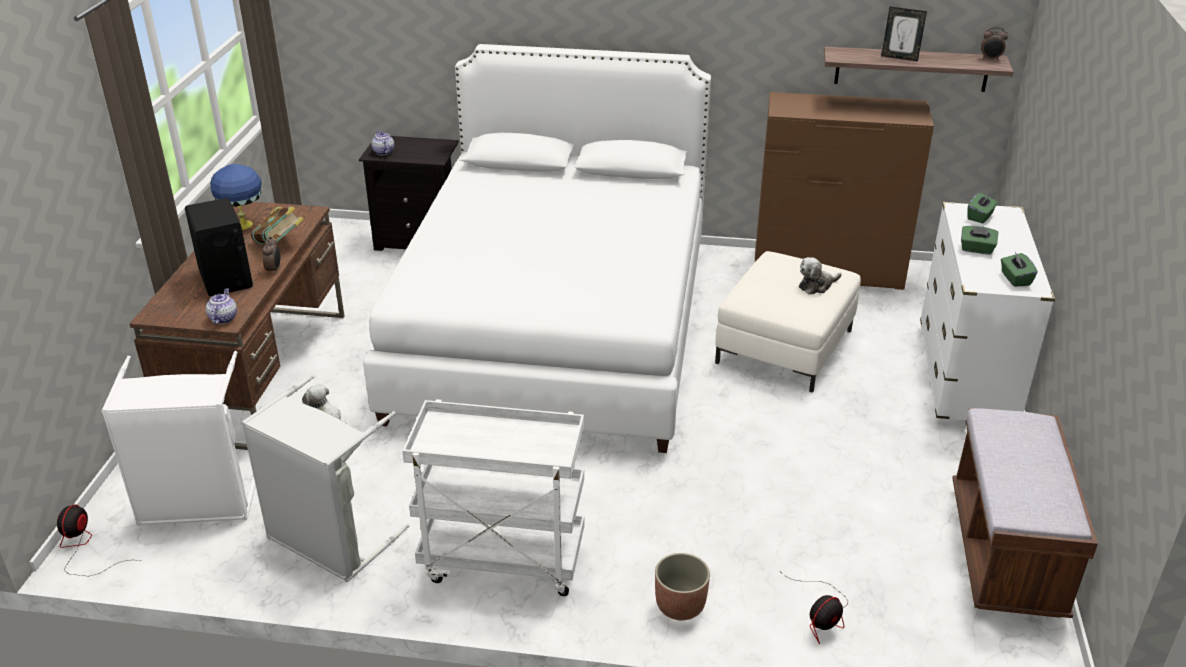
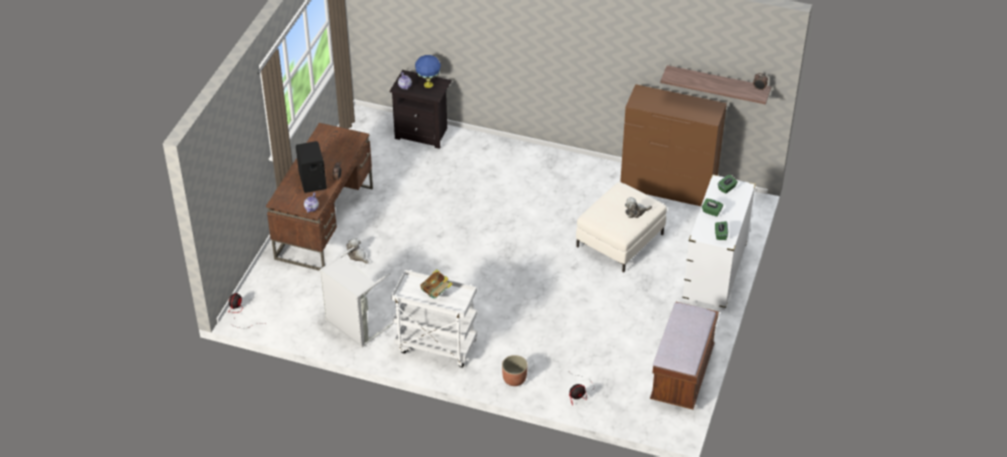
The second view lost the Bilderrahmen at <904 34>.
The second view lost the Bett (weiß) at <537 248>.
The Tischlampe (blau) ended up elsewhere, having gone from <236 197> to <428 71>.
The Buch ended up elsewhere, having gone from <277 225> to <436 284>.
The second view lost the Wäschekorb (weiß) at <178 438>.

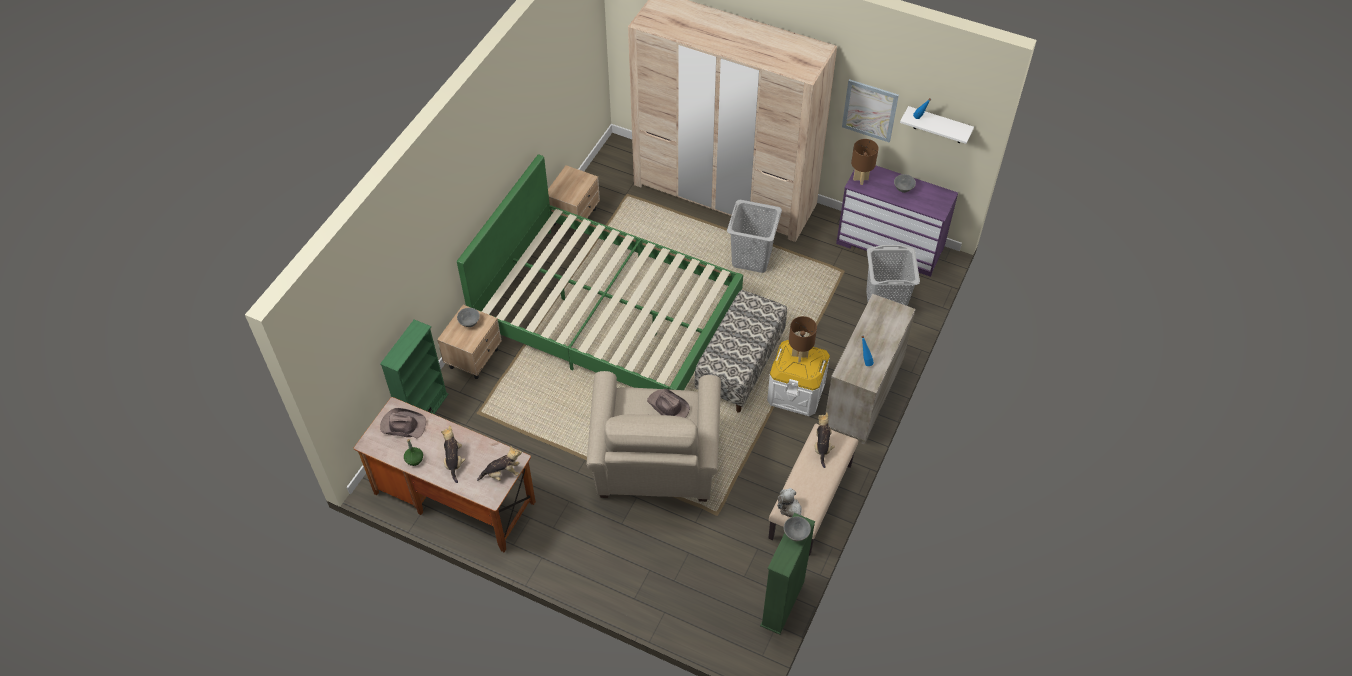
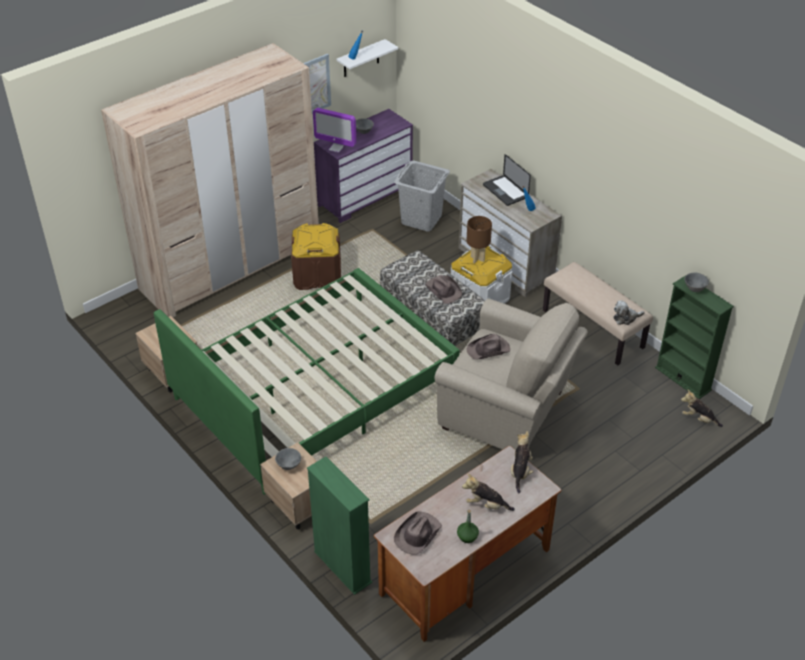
Where the Tischlampe (braun) stood at <865 162>, the Monitor came to stand at <334 130>.
Where the Wäschekorb (grau) stood at <754 236>, the Aufbewahrungsbox (braun) came to stand at <316 256>.
The Plüschtier ended up elsewhere, having gone from <825 440> to <702 408>.
The second view gained the Laptop at <507 180>.
The second view gained the Hut (braun) at <443 289>.

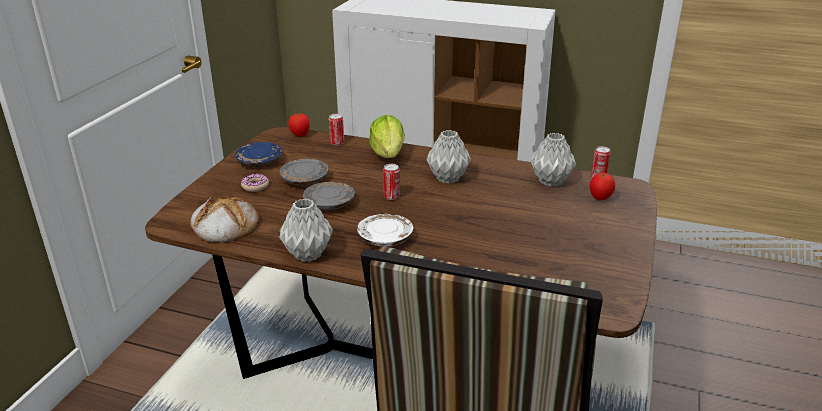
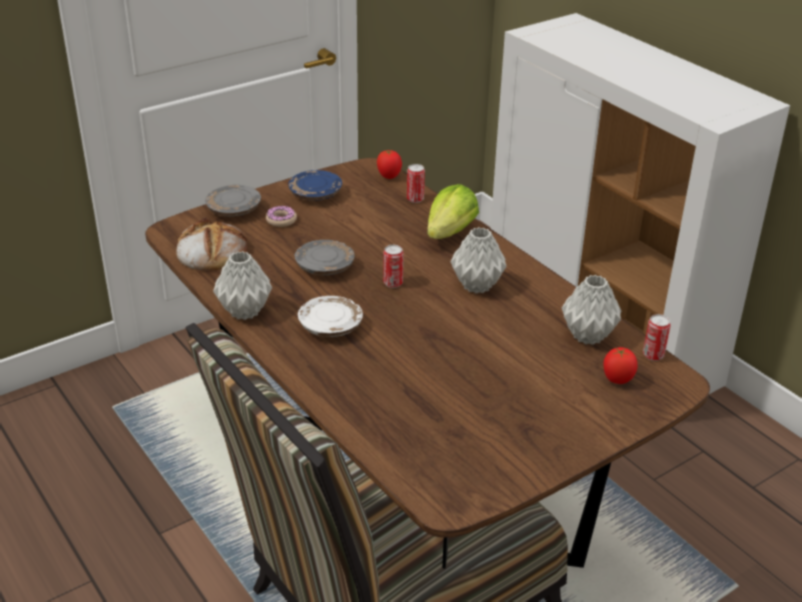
The Teller (grau) ended up elsewhere, having gone from <304 172> to <233 201>.

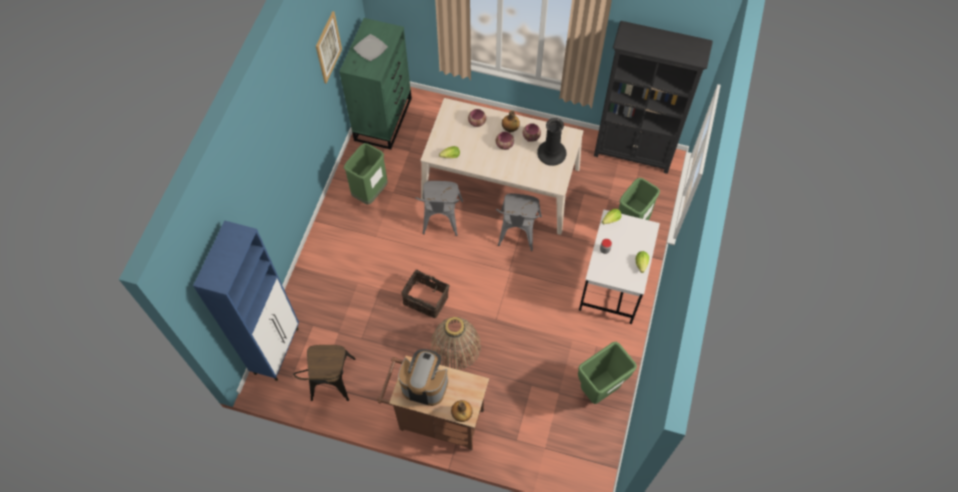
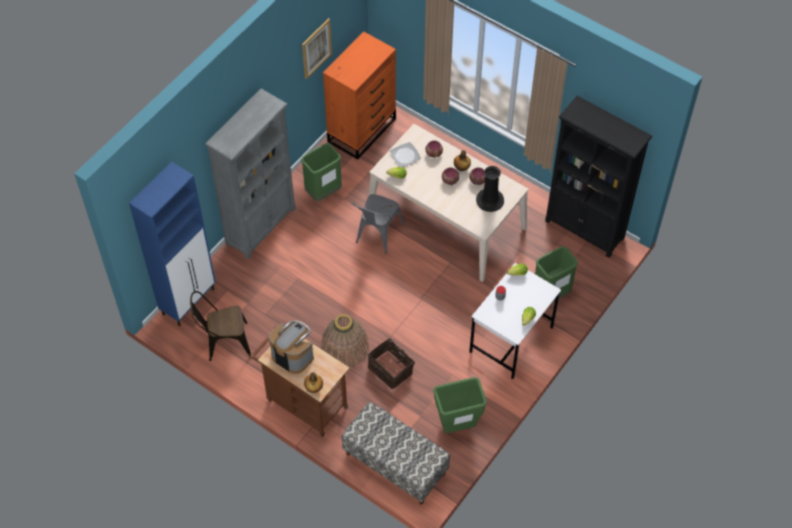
What was the Kommode (grün) at <375 84> turned into the Kommode (orange) at <359 96>.
The Teller ended up elsewhere, having gone from <370 47> to <405 154>.
The second view lost the Stuhl (grau) at <519 222>.
The Korb ended up elsewhere, having gone from <425 293> to <391 362>.
The Stuhl (braun) at <324 373> ended up facing another way, 60 degrees clockwise from before.
The second view gained the Bücherregal (grau) at <250 174>.
The second view gained the Bank at <396 453>.

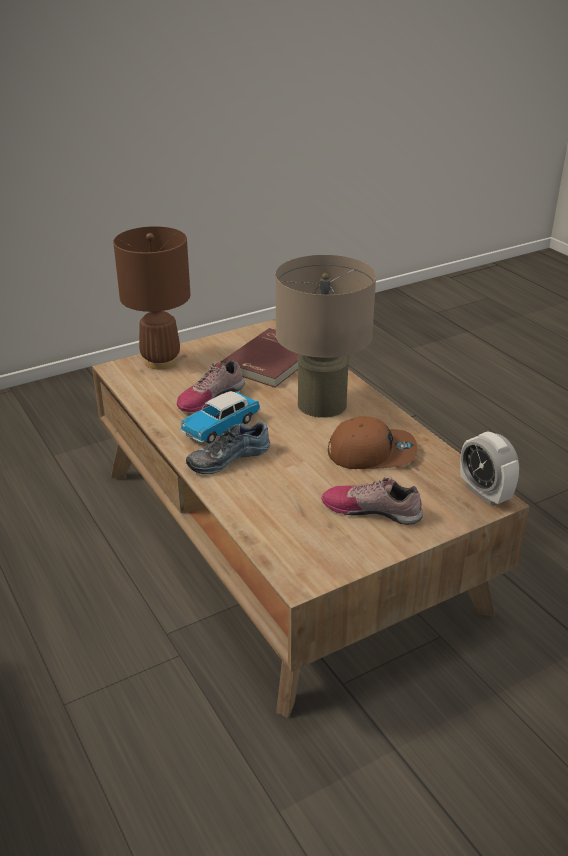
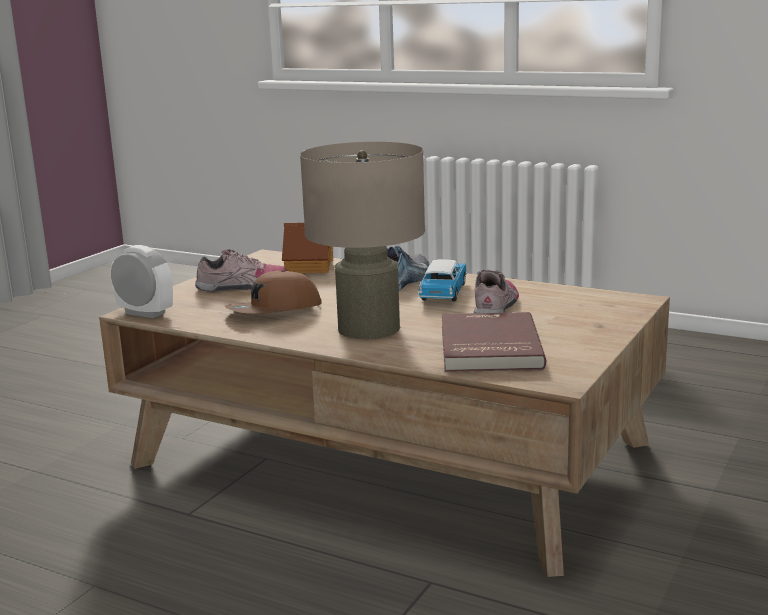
The second view lost the Tischlampe (braun) at <151 297>.
The second view gained the Spielzeughaus at <307 248>.

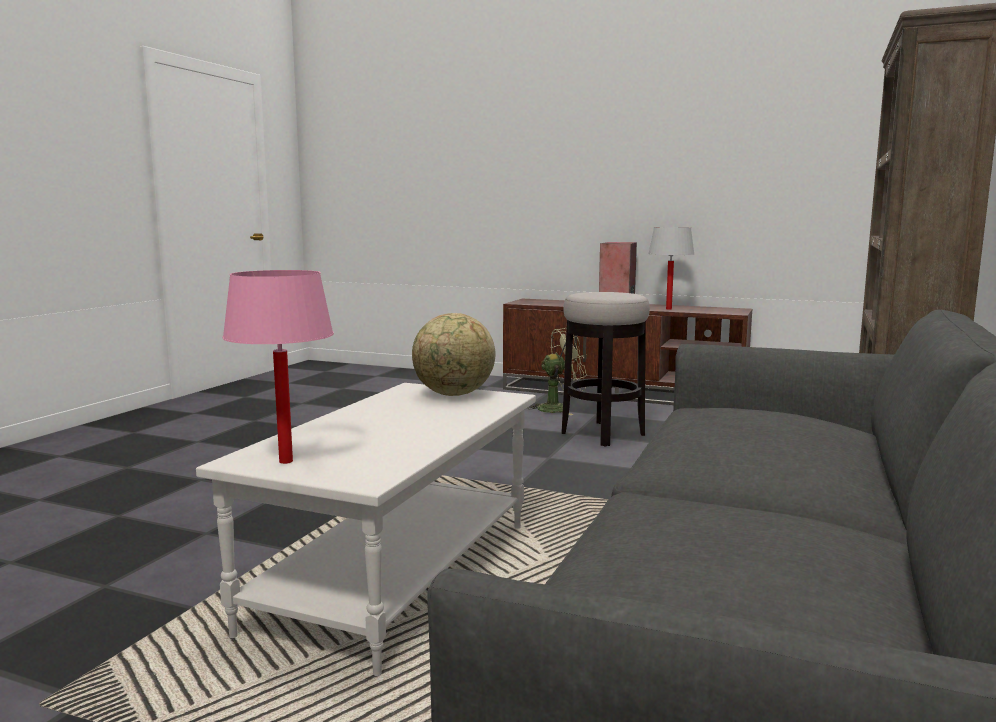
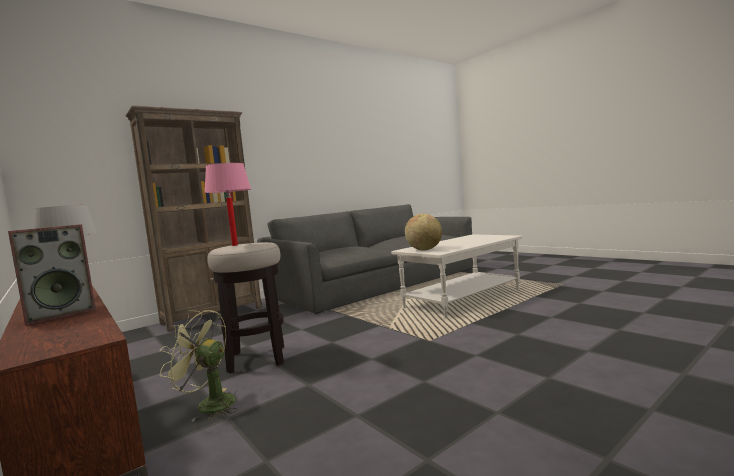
The Tischlampe (rosa) ended up elsewhere, having gone from <278 367> to <227 204>.

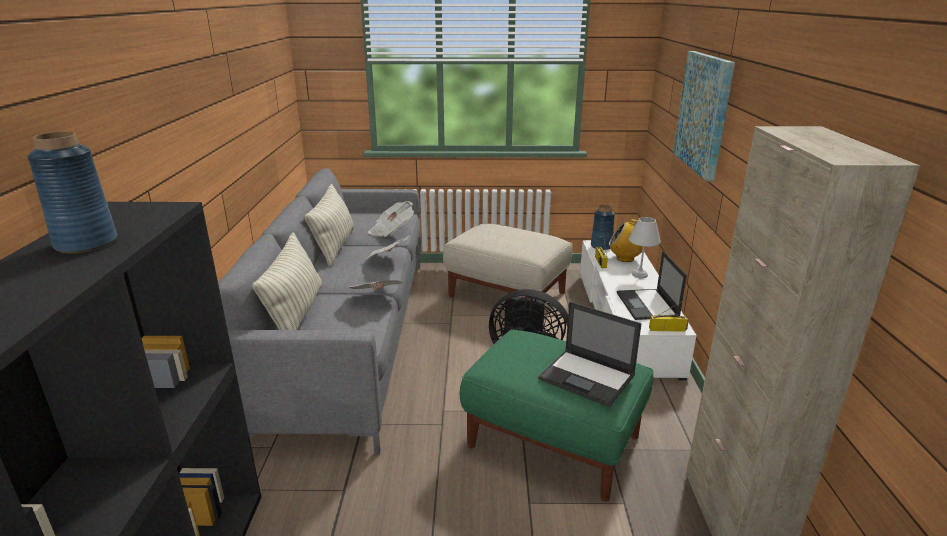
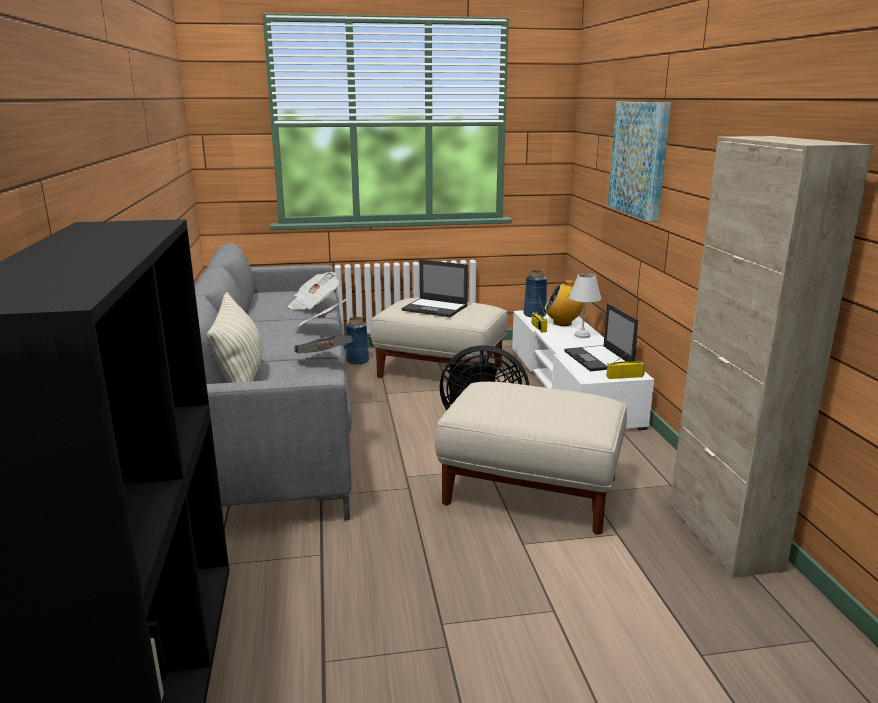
The Vase (blau) ended up elsewhere, having gone from <72 192> to <357 341>.
The second view lost the Kissen at <329 225>.
The Laptop ended up elsewhere, having gone from <590 354> to <434 288>.
What was the Polsterhocker (grün) at <557 415> turned into the Polsterhocker (beige) at <531 458>.

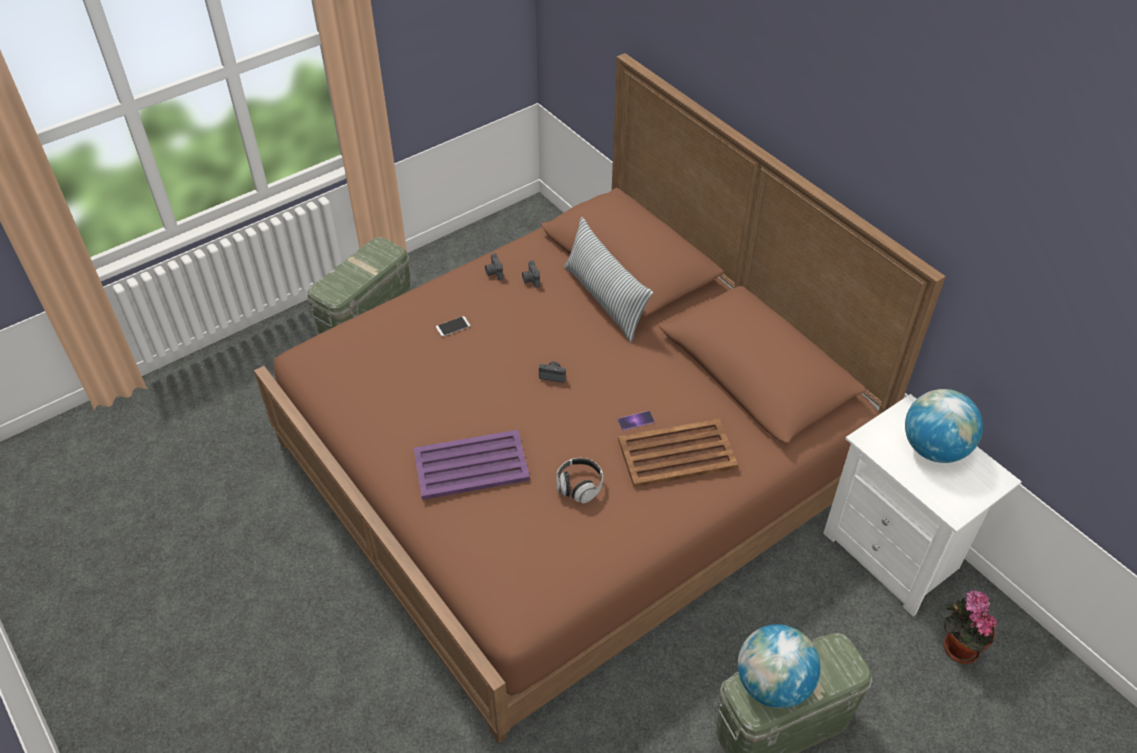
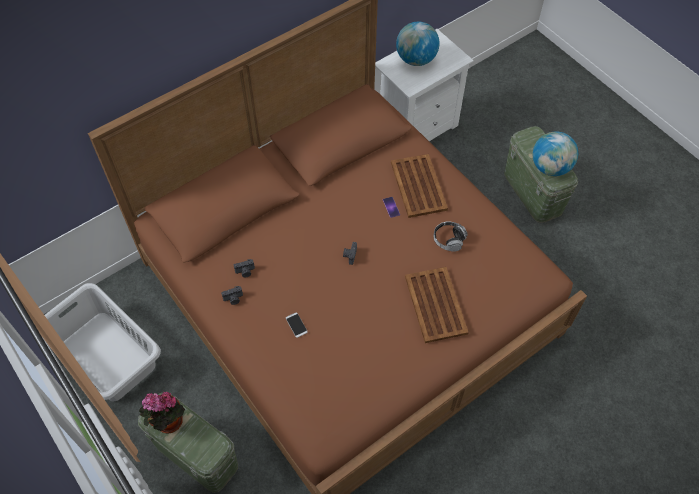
The second view lost the Kissen at <608 280>.
What was the Tablett (lila) at <471 465> turned into the Tablett (braun) at <437 305>.
The Topfpflanze ended up elsewhere, having gone from <970 627> to <162 413>.
The second view gained the Wäschekorb (grau) at <101 342>.

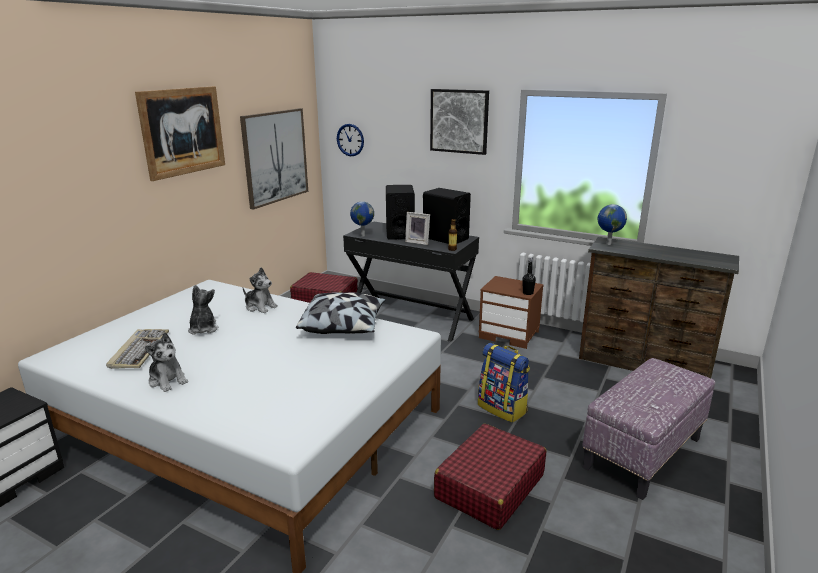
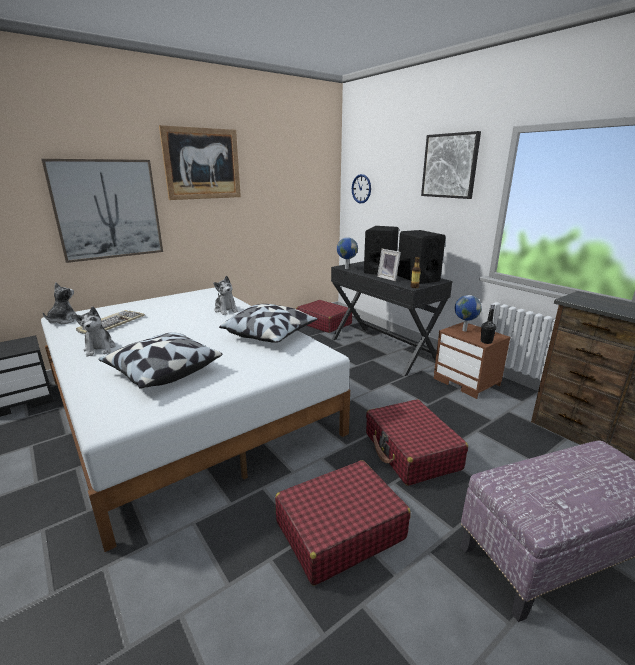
The Bild ended up elsewhere, having gone from <274 159> to <102 211>.
The Globus ended up elsewhere, having gone from <612 224> to <468 313>.
The Plüschtier ended up elsewhere, having gone from <203 310> to <60 303>.
Where the Rucksack stood at <504 383>, the Koffer (rot) came to stand at <417 442>.
The second view gained the Kissen at <160 360>.

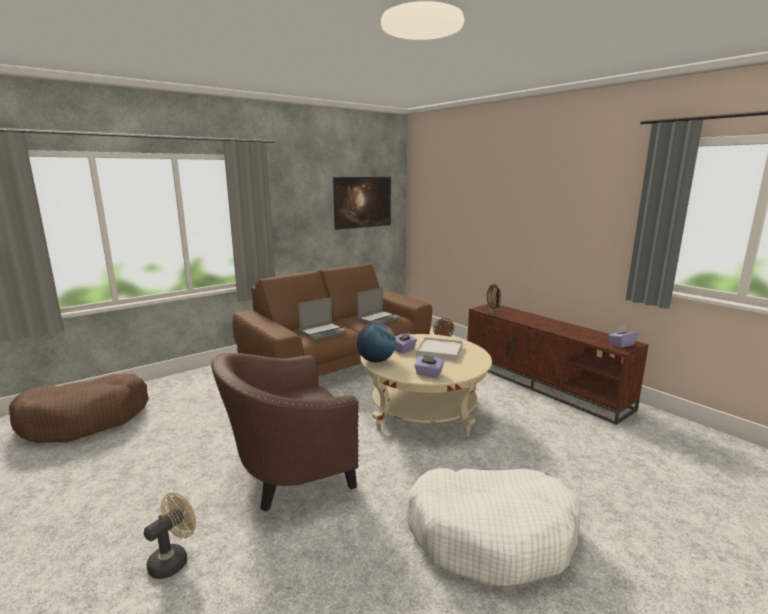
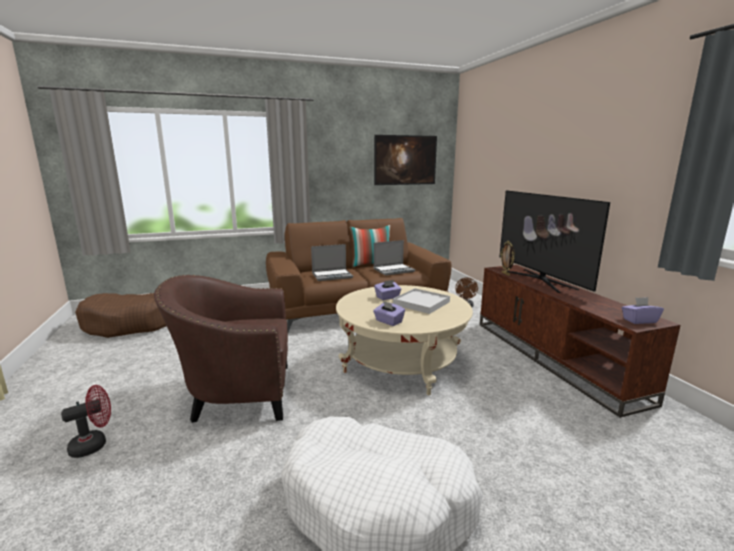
The second view lost the Globus at <376 342>.
What was the Ventilator (beige) at <170 535> turned into the Ventilator (rot) at <86 421>.
The second view gained the Fernseher at <555 241>.
The second view gained the Kissen at <369 246>.

